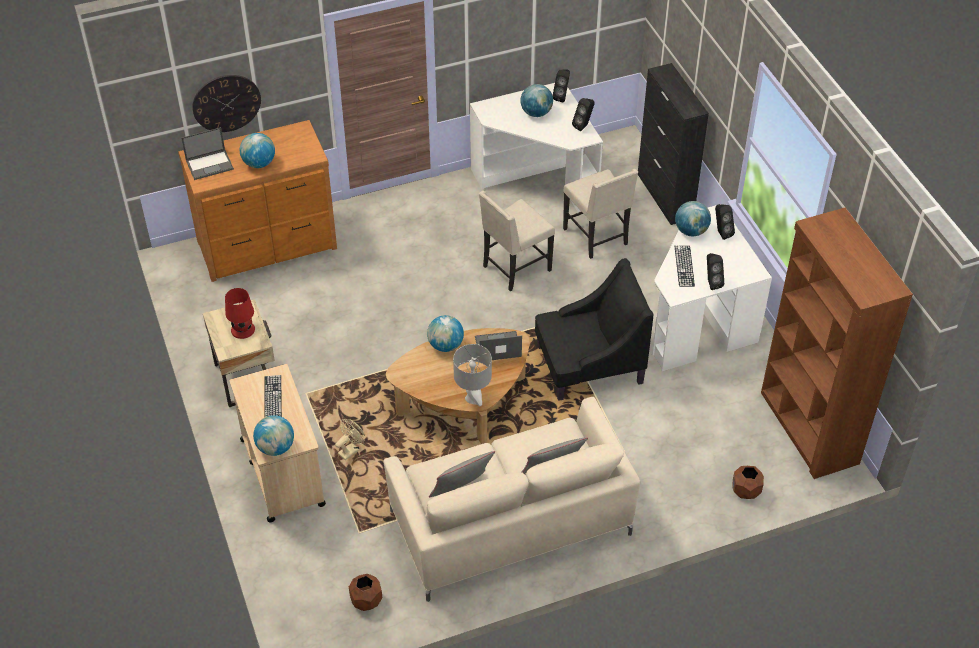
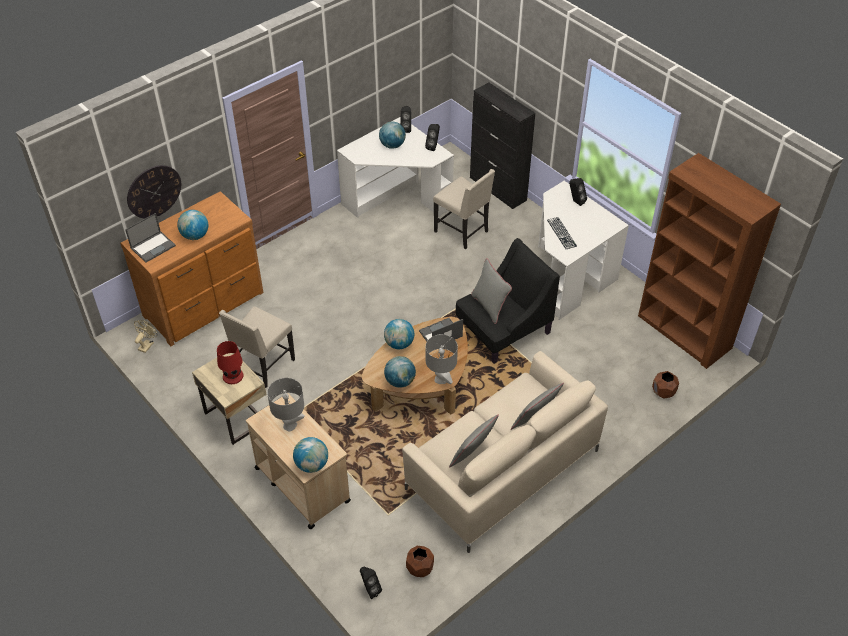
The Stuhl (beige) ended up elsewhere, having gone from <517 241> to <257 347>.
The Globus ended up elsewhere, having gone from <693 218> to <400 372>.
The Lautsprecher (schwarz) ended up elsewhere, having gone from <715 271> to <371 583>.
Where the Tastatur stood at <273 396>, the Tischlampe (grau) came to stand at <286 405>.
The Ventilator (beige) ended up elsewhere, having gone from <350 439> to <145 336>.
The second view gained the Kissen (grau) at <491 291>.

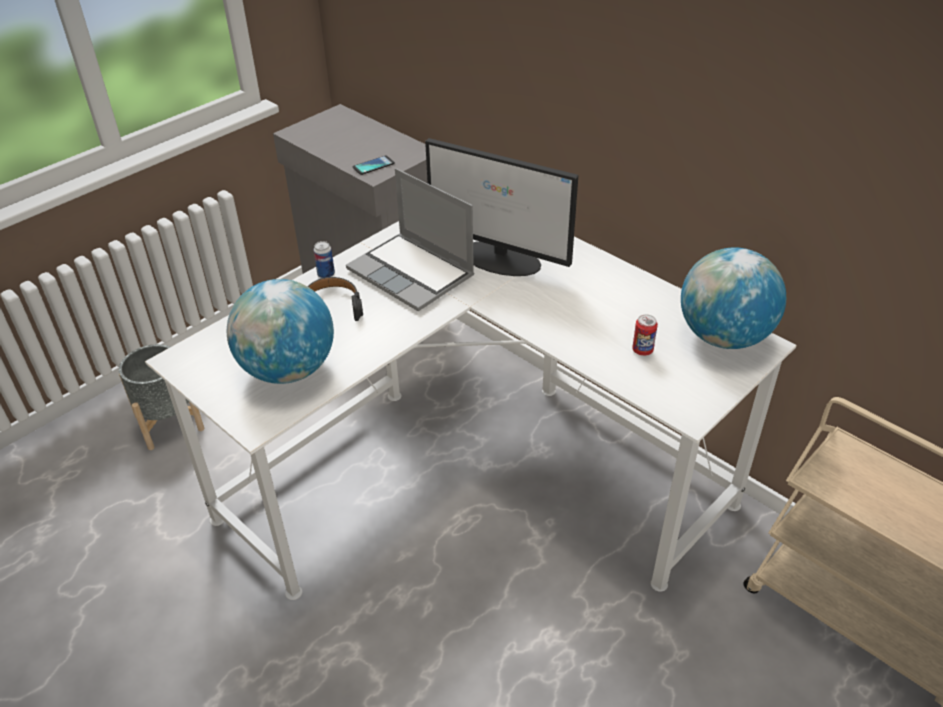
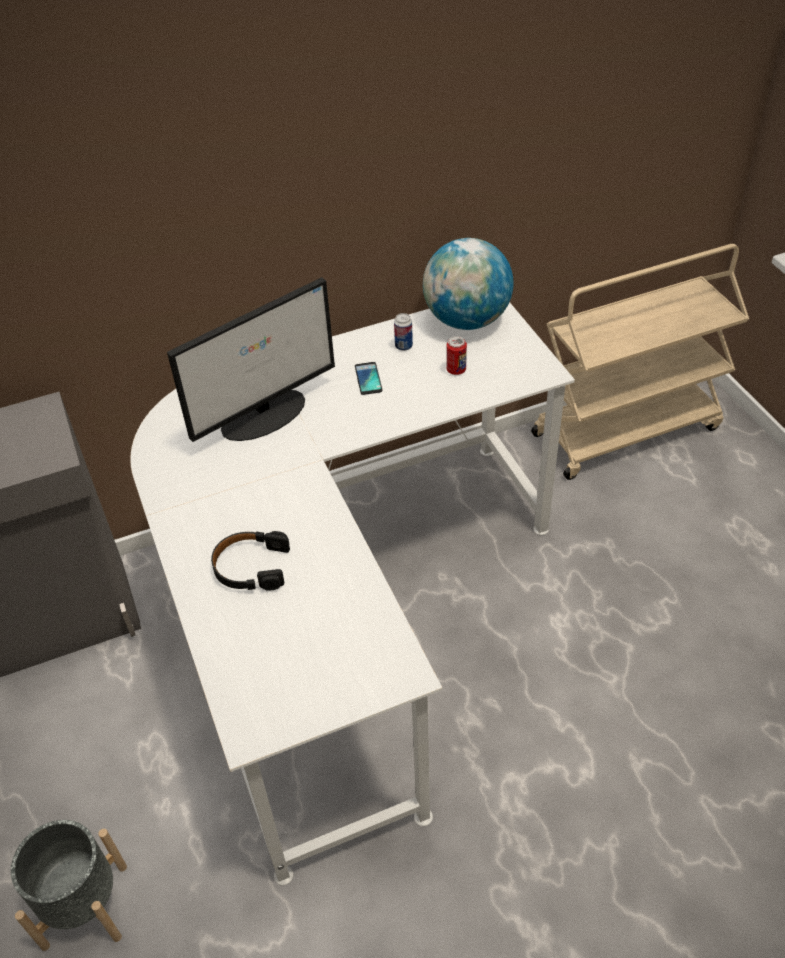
The Handy ended up elsewhere, having gone from <374 165> to <369 378>.
The second view lost the Laptop at <410 239>.
The Dose ended up elsewhere, having gone from <324 259> to <403 332>.
The second view lost the Globus at <280 331>.

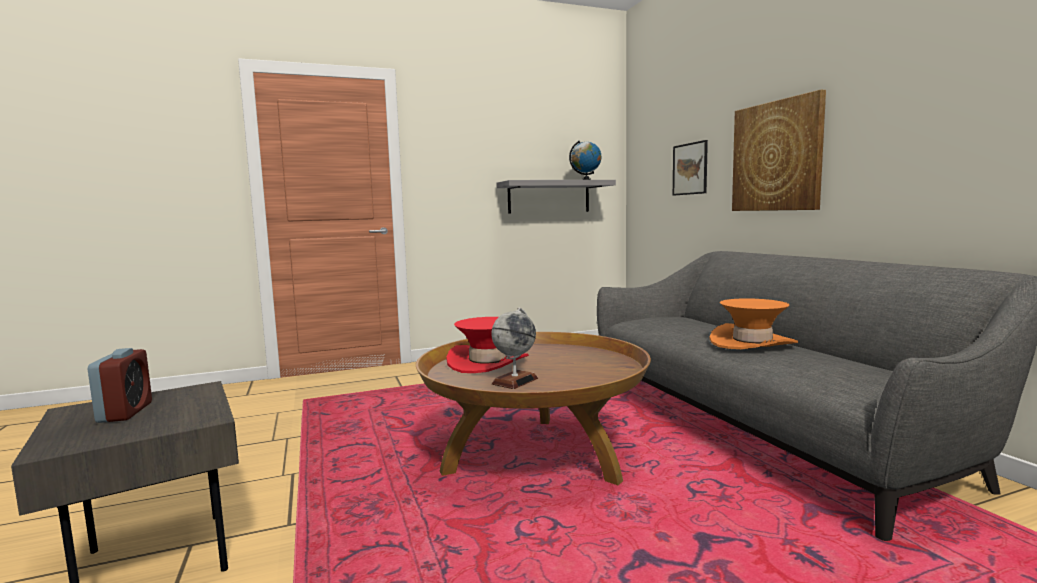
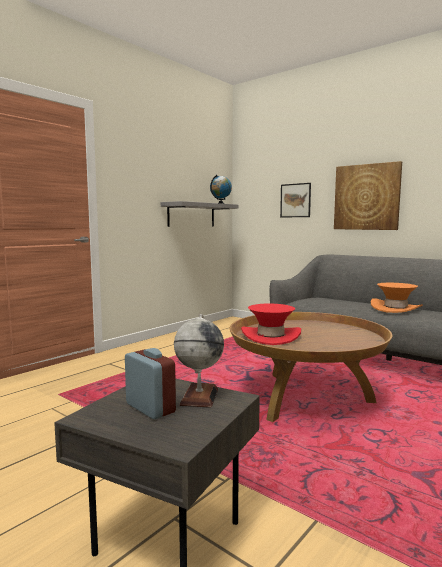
The Globus ended up elsewhere, having gone from <514 348> to <199 361>.

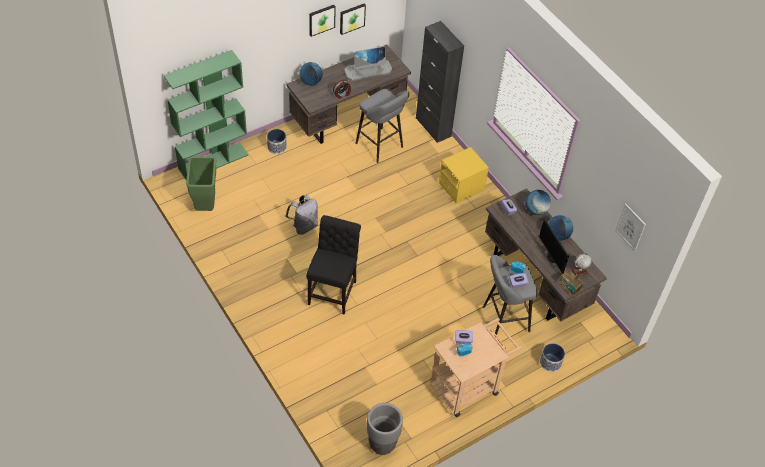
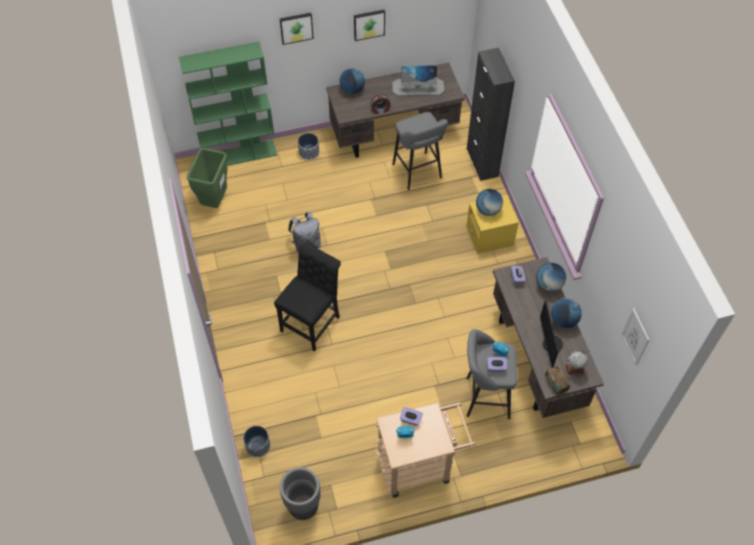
The Bild ended up elsewhere, having gone from <353 19> to <297 29>.
The Pflanzkübel ended up elsewhere, having gone from <552 357> to <256 441>.
The second view gained the Globus at <489 202>.

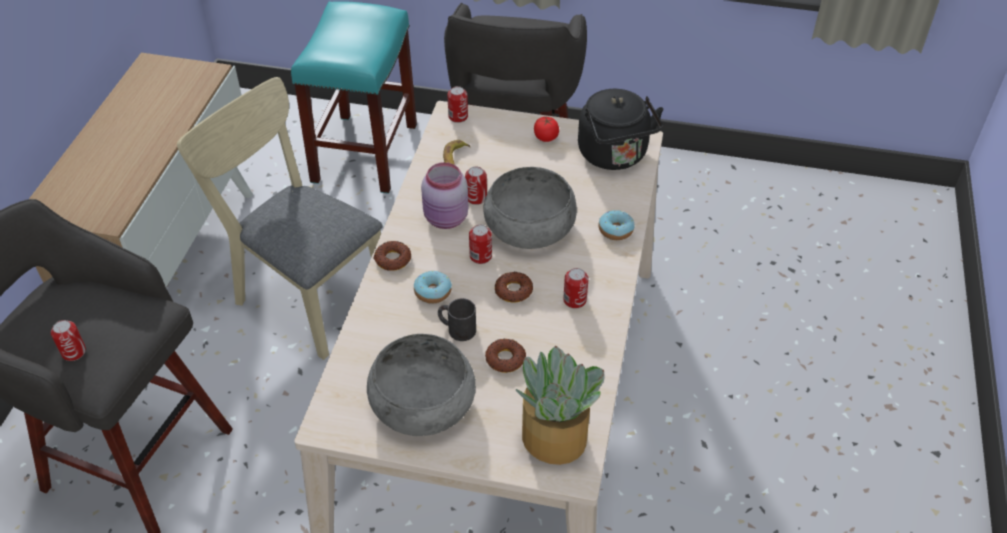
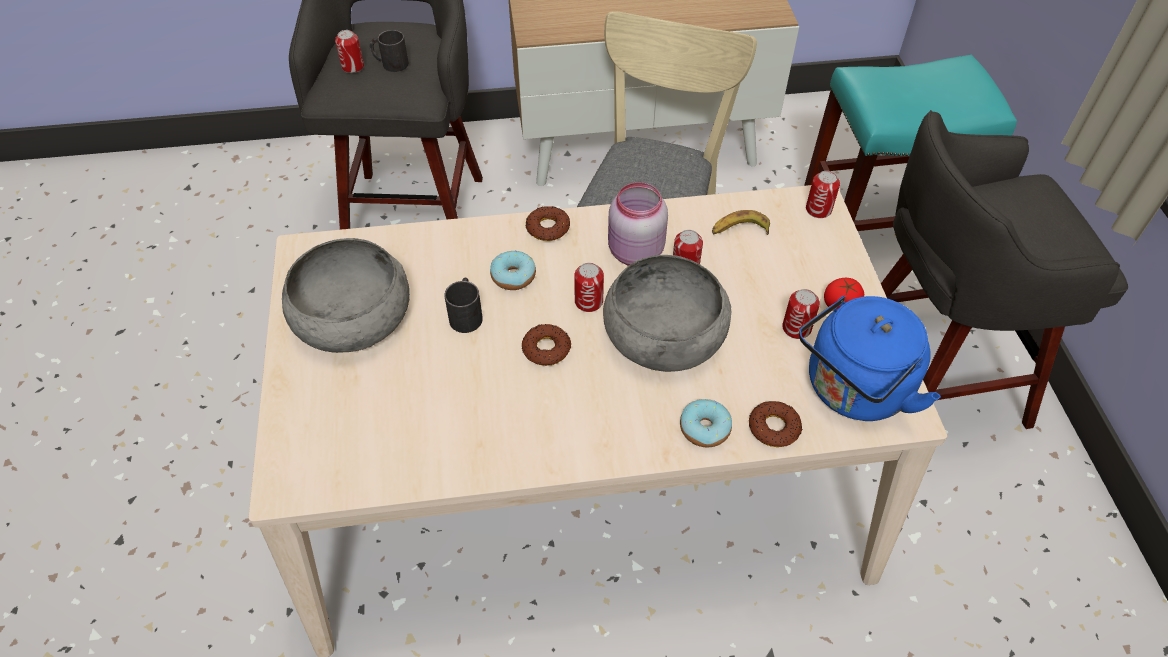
What was the Wasserkessel (schwarz) at <621 129> turned into the Wasserkessel (blau) at <870 358>.
The Dose ended up elsewhere, having gone from <576 288> to <801 314>.
The Donut ended up elsewhere, having gone from <505 356> to <776 424>.
The second view lost the Topfpflanze at <560 405>.
The second view gained the Henkelbecher (schwarz) at <389 51>.

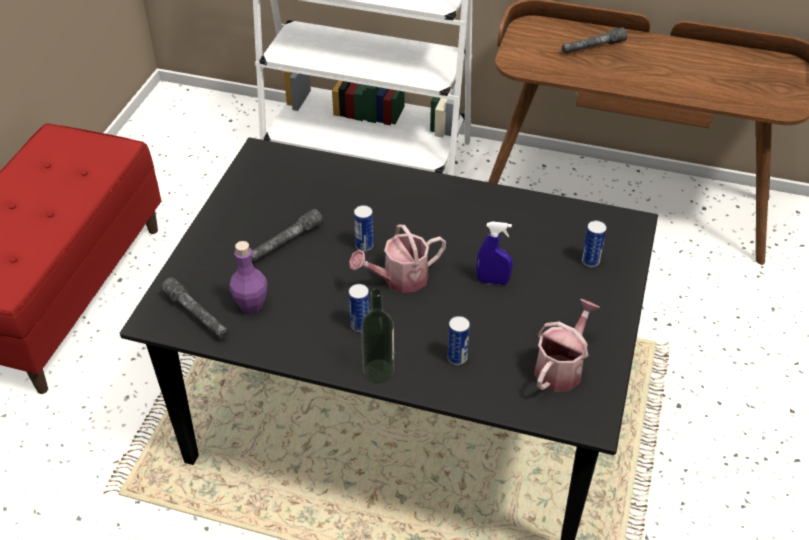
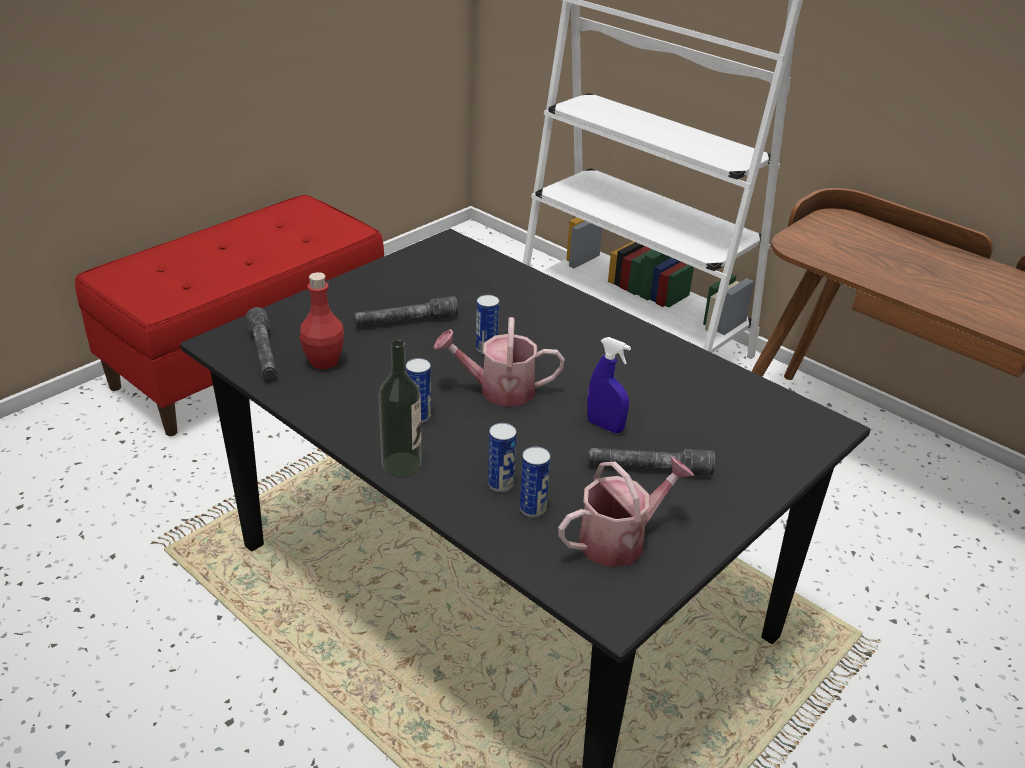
The Taschenlampe (grau) ended up elsewhere, having gone from <594 40> to <651 462>.
The Dose ended up elsewhere, having gone from <594 244> to <535 482>.
What was the Flasche (lila) at <248 277> turned into the Flasche (rot) at <322 320>.

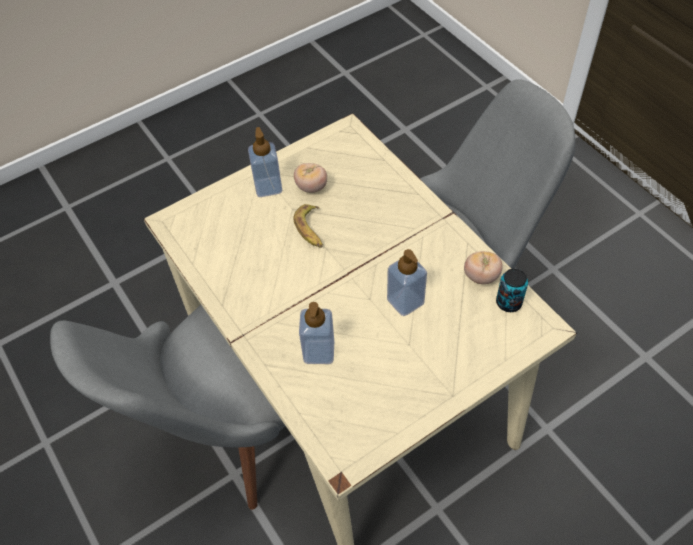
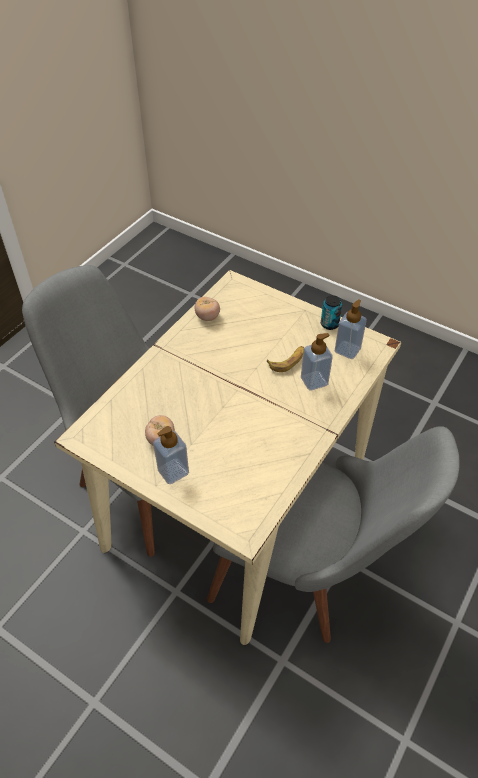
The Banane ended up elsewhere, having gone from <308 226> to <285 359>.
The Seifenspender ended up elsewhere, having gone from <407 282> to <350 329>.
The Dose ended up elsewhere, having gone from <512 290> to <331 312>.

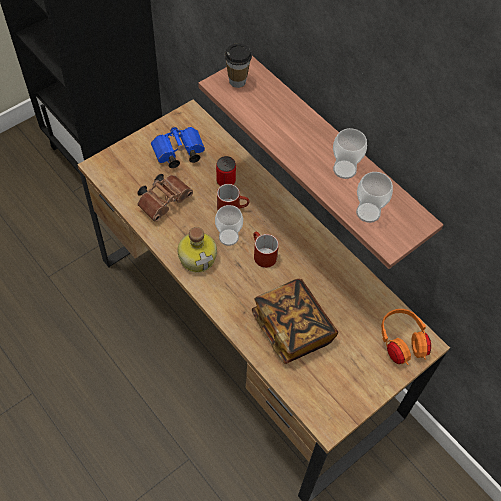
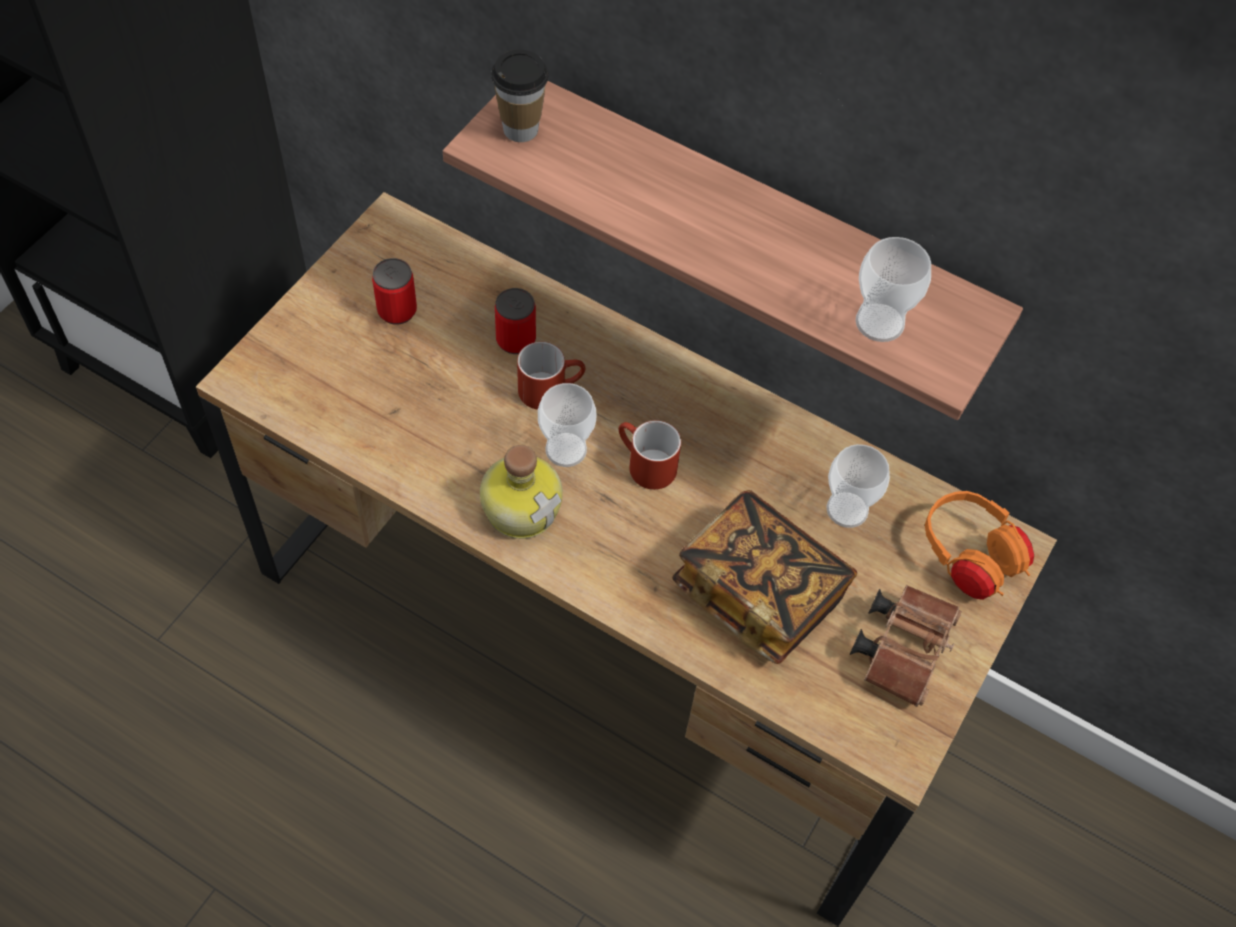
Where the Fernglas (blau) stood at <178 147>, the Dose came to stand at <394 291>.
The Tasse ended up elsewhere, having gone from <350 153> to <858 486>.
The Fernglas (braun) ended up elsewhere, having gone from <165 197> to <906 646>.

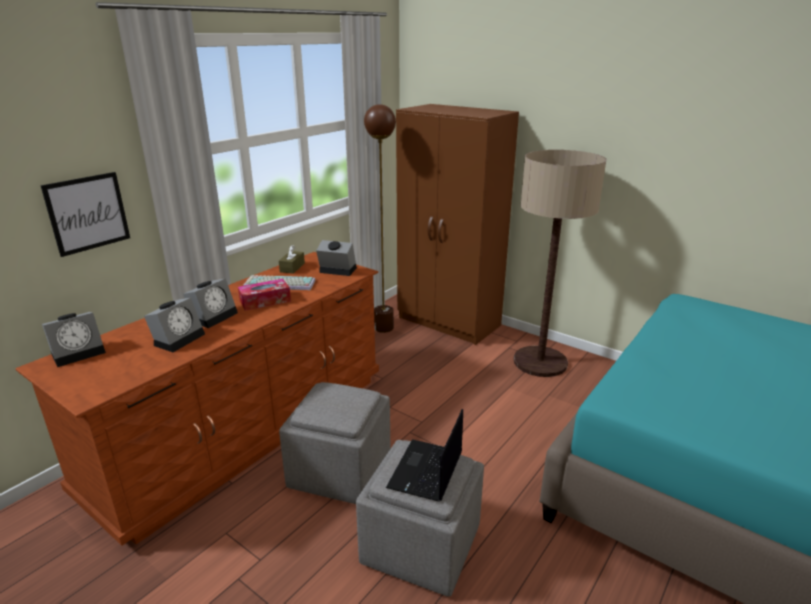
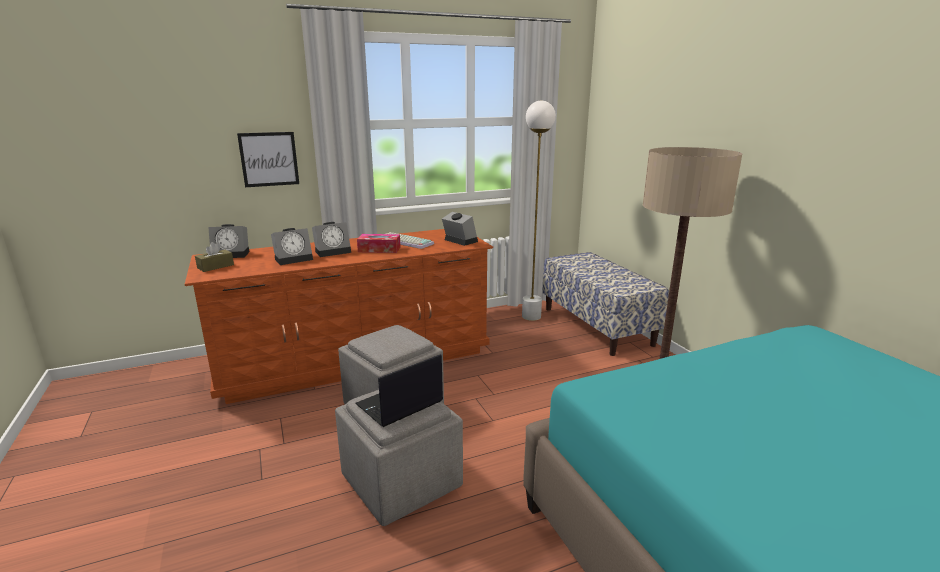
What was the Stehlampe (braun) at <380 218> turned into the Stehlampe (weiß) at <539 211>.
Where the Kleiderschrank (braun) stood at <457 224>, the Bank came to stand at <605 304>.
The Taschentuchbox (braun) ended up elsewhere, having gone from <292 259> to <214 257>.

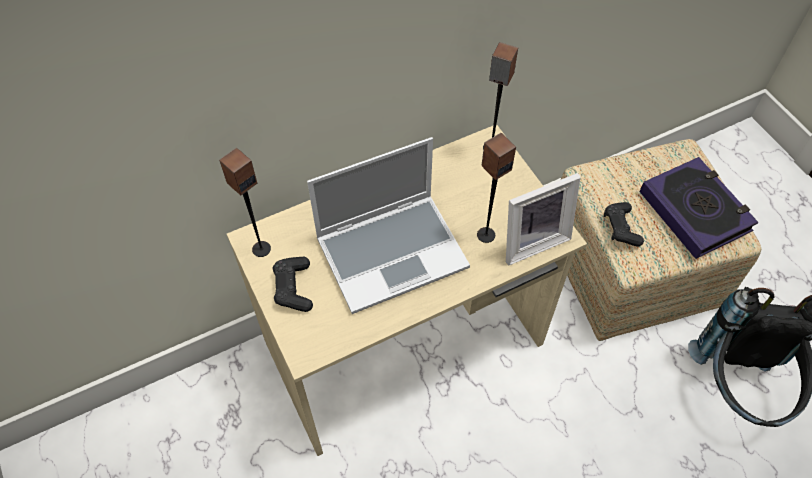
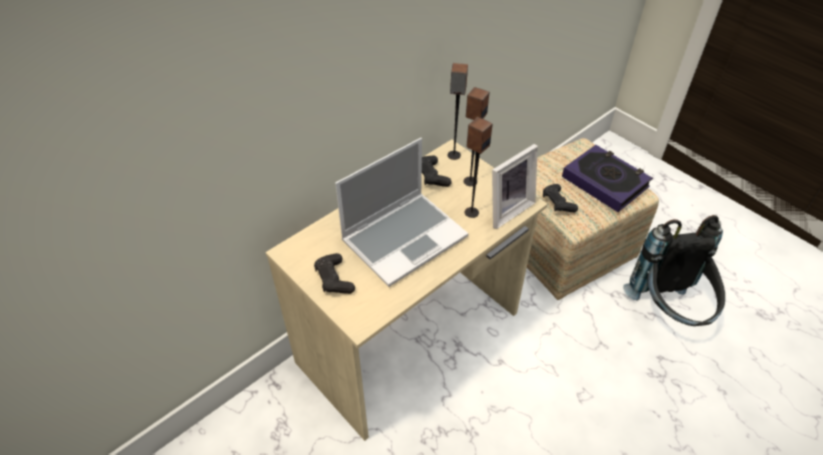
The Lautsprecher ended up elsewhere, having gone from <245 202> to <476 136>.
The second view gained the Gamepad (schwarz) at <437 171>.

